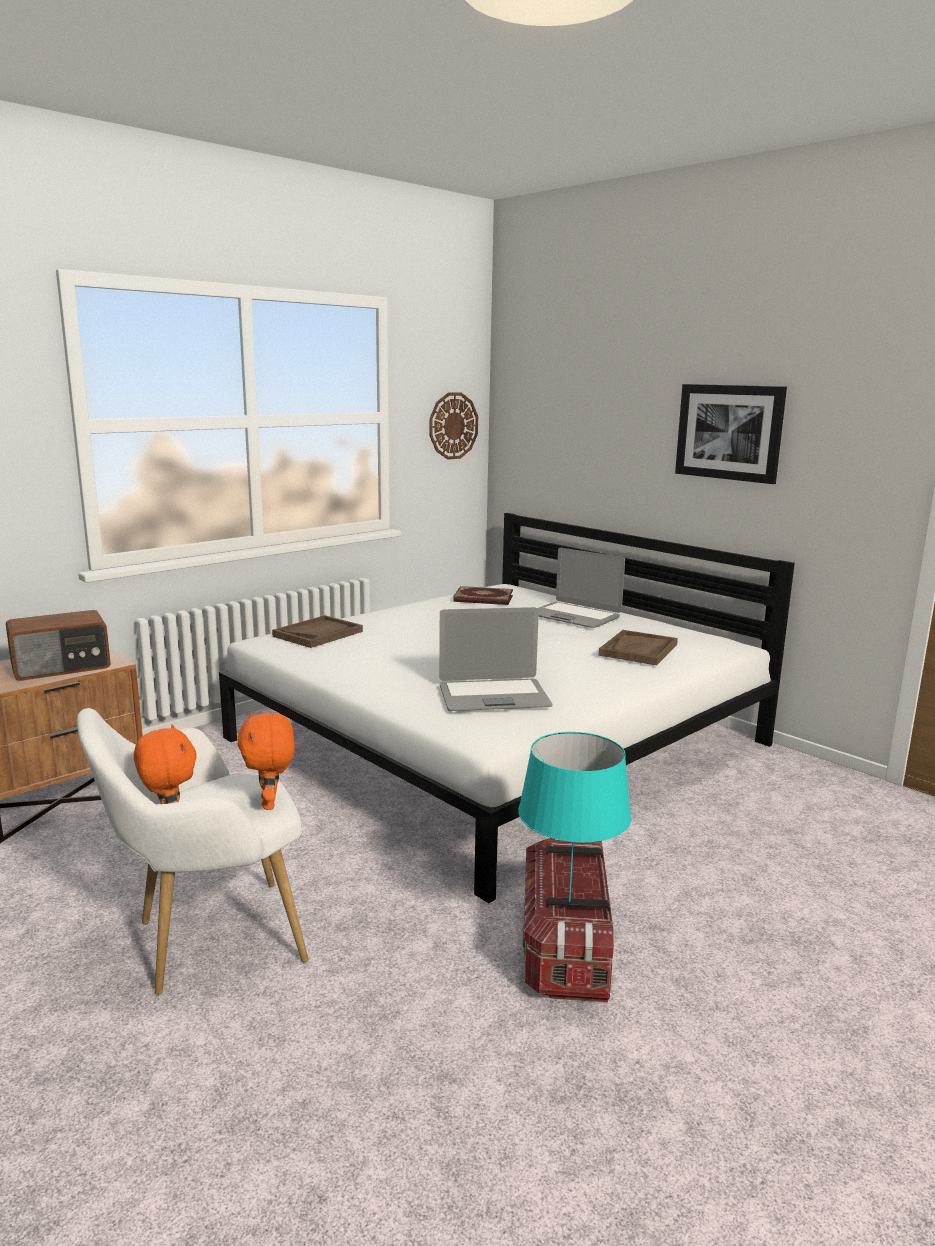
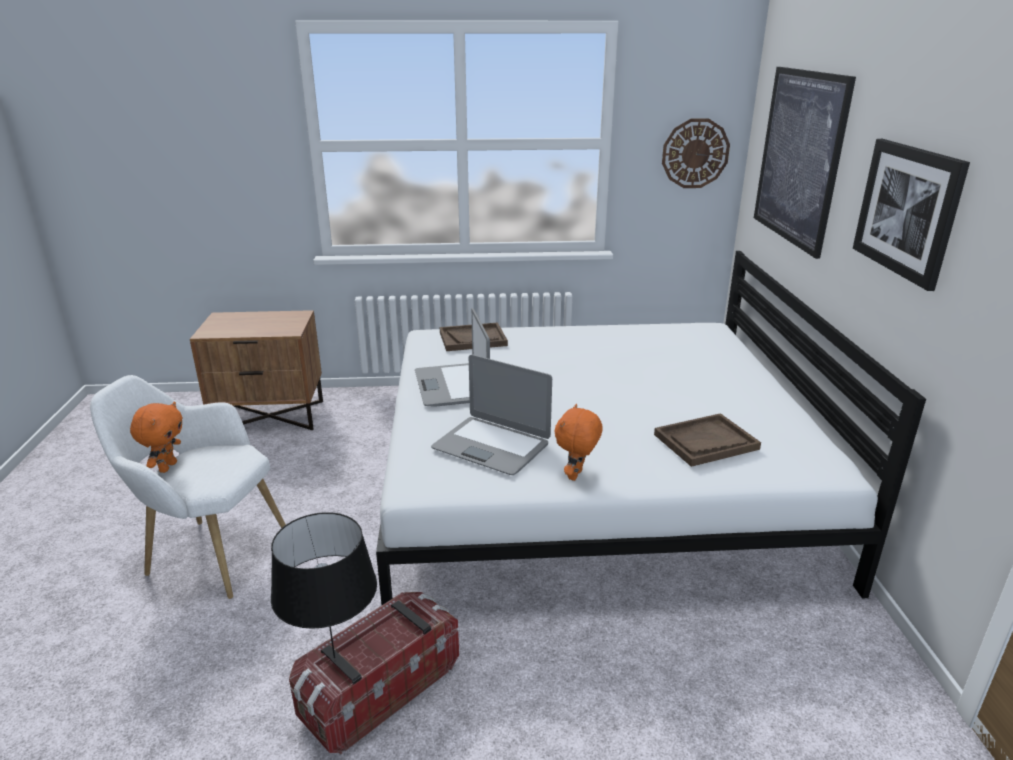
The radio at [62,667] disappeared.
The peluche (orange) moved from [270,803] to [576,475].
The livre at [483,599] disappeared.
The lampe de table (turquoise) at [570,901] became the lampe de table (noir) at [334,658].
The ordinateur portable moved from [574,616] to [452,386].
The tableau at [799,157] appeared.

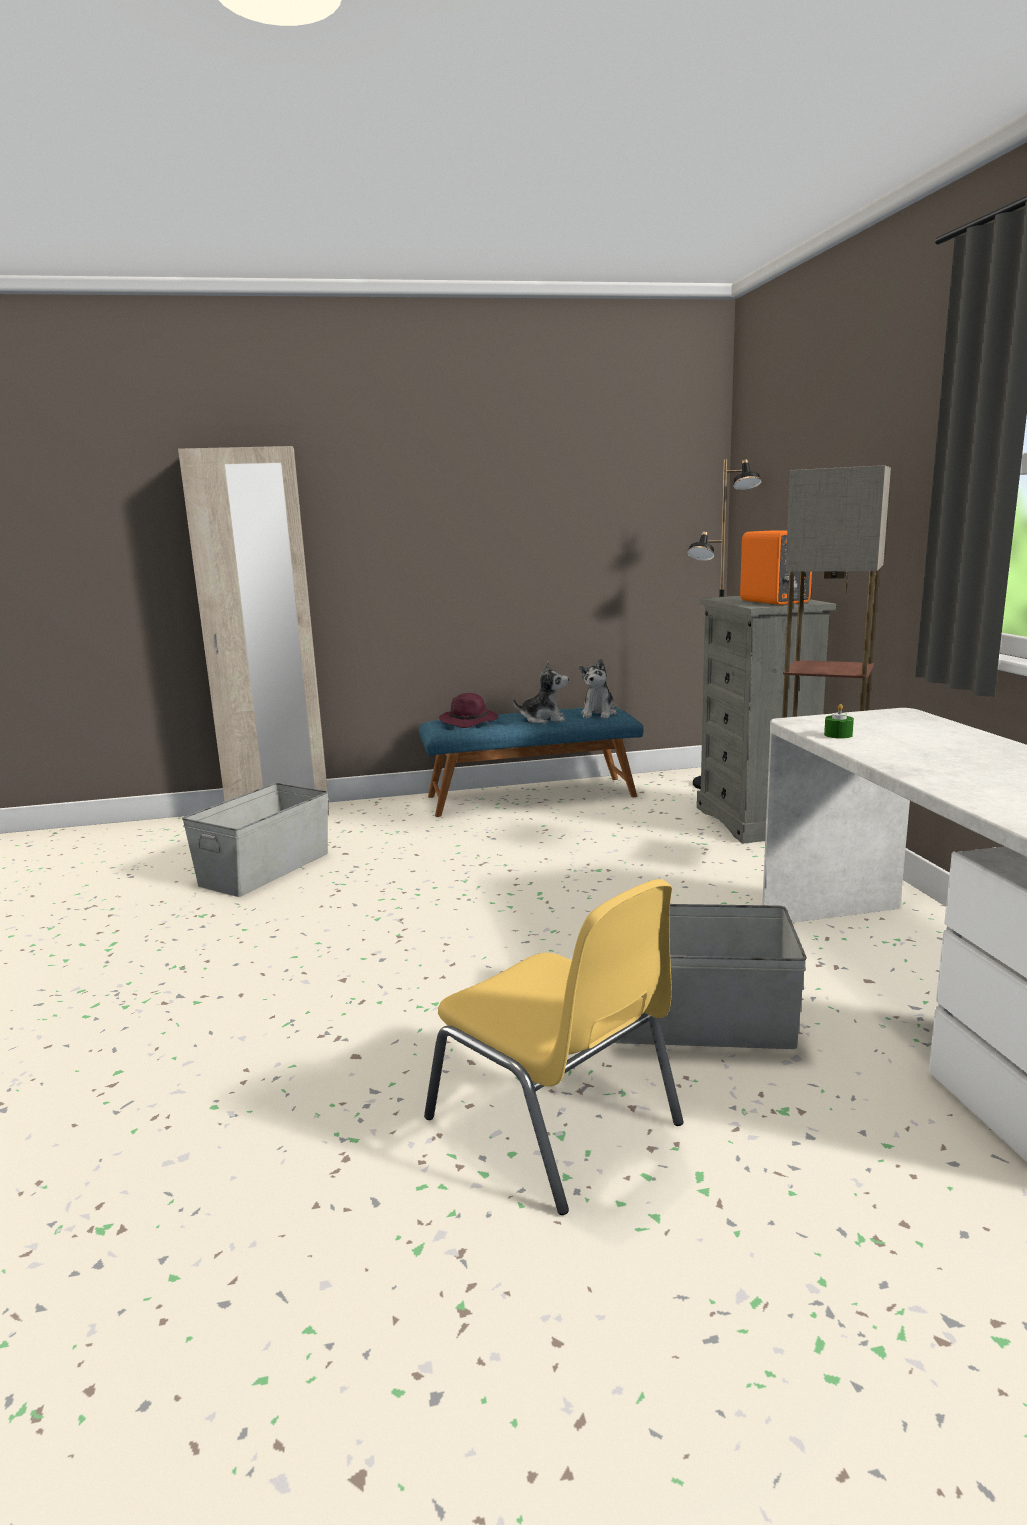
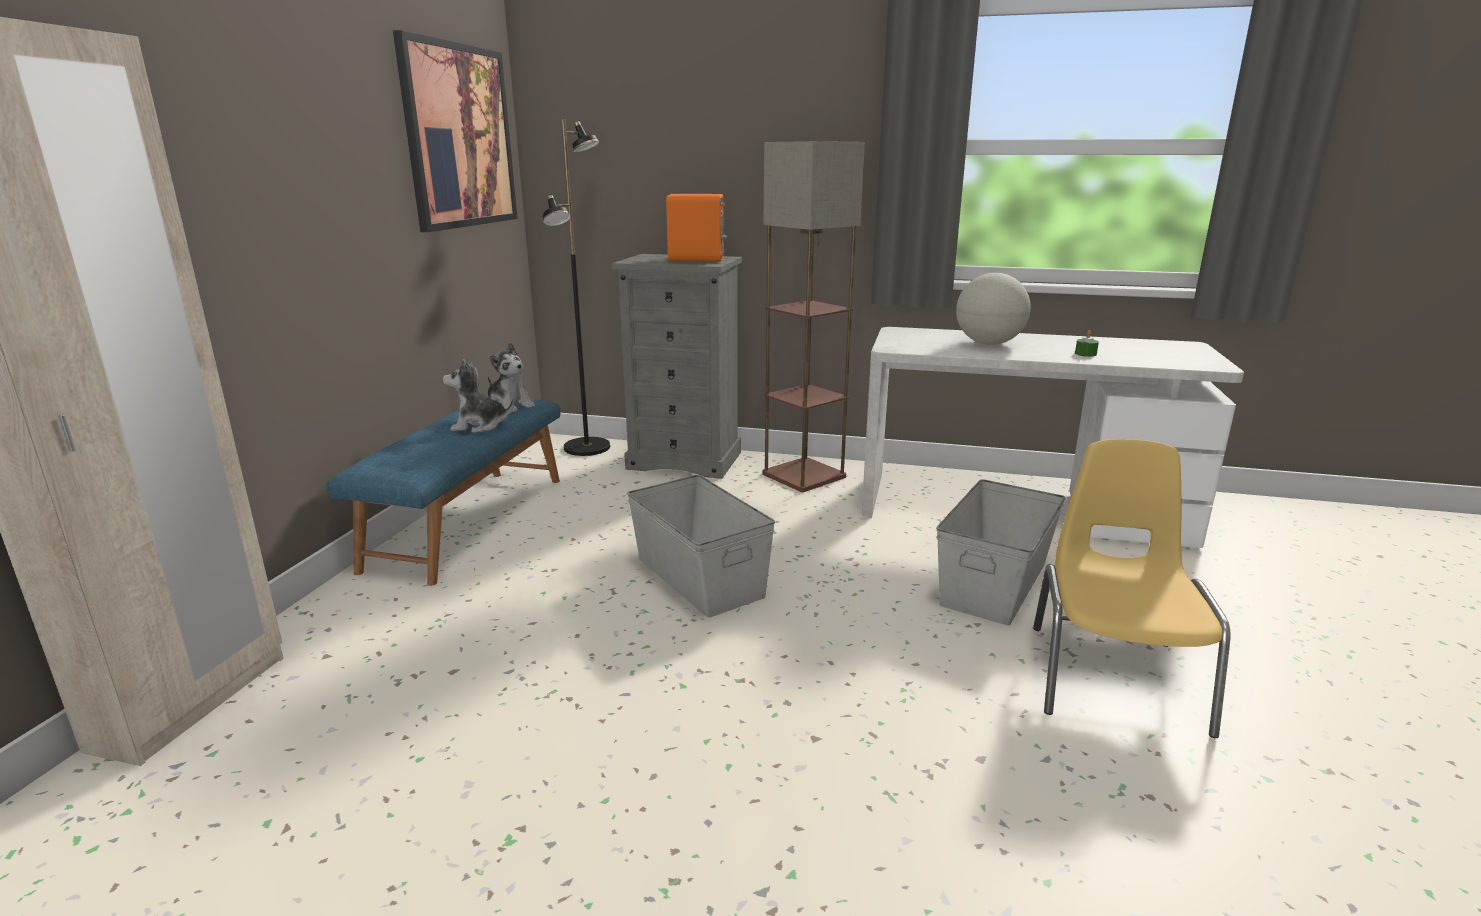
The boîte de rangement (gris) moved from [266,868] to [700,576].
The chaise (jaune) at [557,1122] turned 60 degrees counterclockwise.
The chapeau (violet) at [469,721] disappeared.
The peluche at [543,719] turned 120 degrees counterclockwise.
The bougie (vert) moved from [838,735] to [1085,354].
The tableau at [459,137] appeared.
The globe at [989,344] appeared.

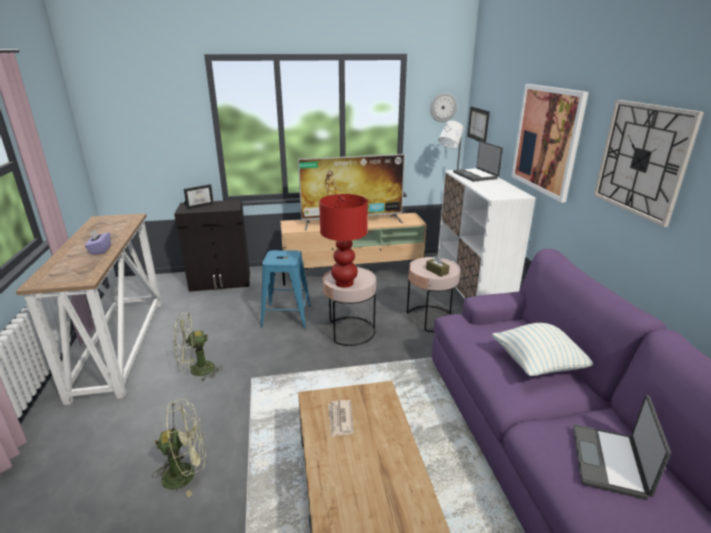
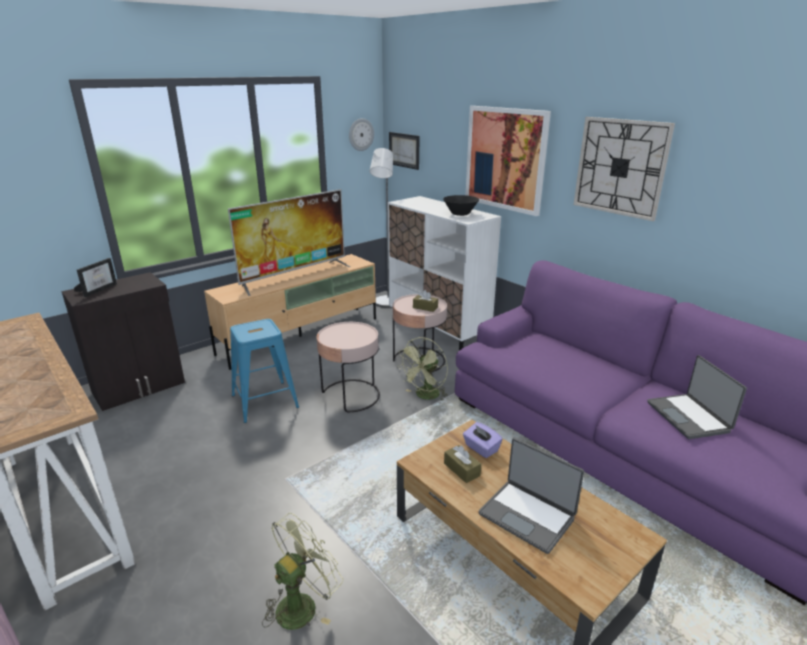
The boîte à mouchoirs (violet) moved from [100,250] to [481,448].
The ventilateur (vert) moved from [196,371] to [425,396].
The lampe de table (rouge) at [344,283] disappeared.
The journal at [340,419] was replaced by the boîte à mouchoirs (marron) at [461,469].
The ordinateur portable moved from [476,175] to [527,515].
The coussin at [538,365] disappeared.
The bol (noir) at [460,214] appeared.

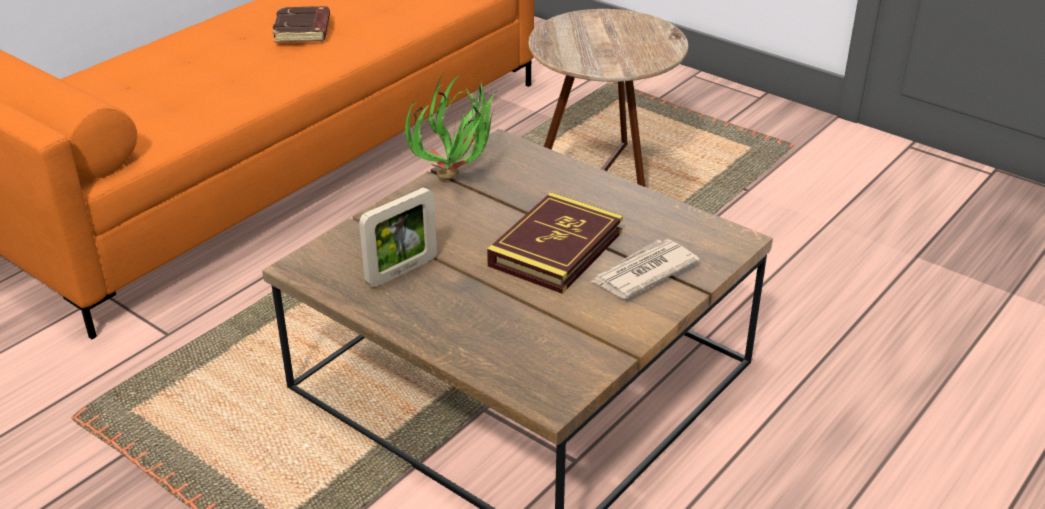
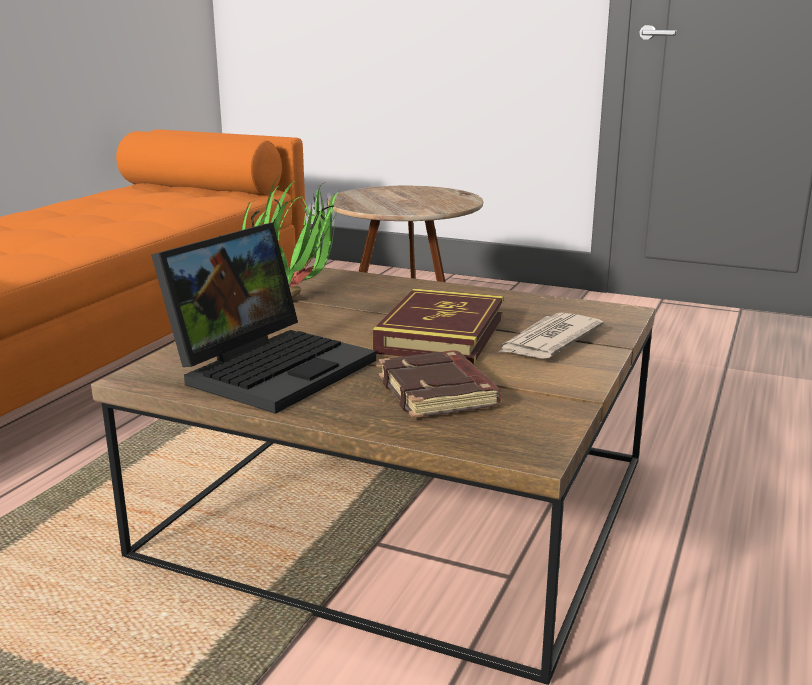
The livre (marron) moved from [303,30] to [439,393].
The cadre photo at [401,271] was replaced by the ordinateur portable at [272,367].

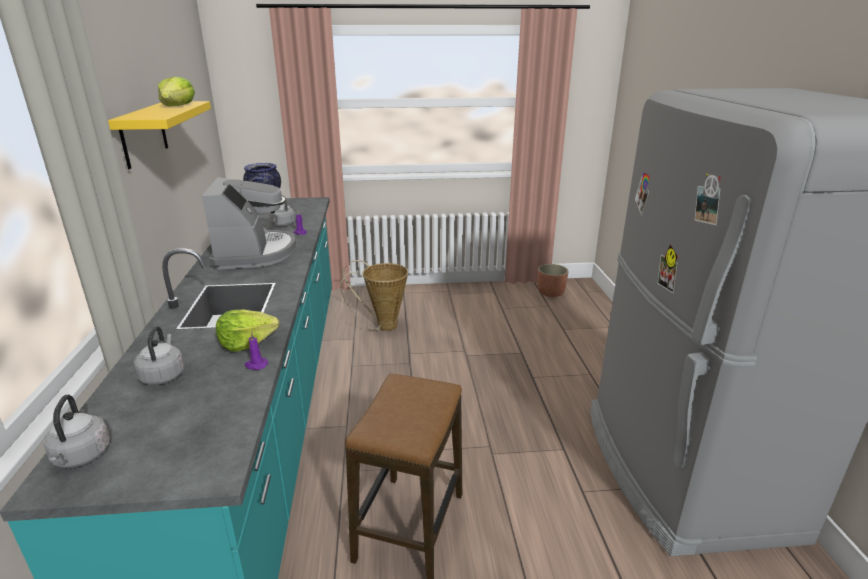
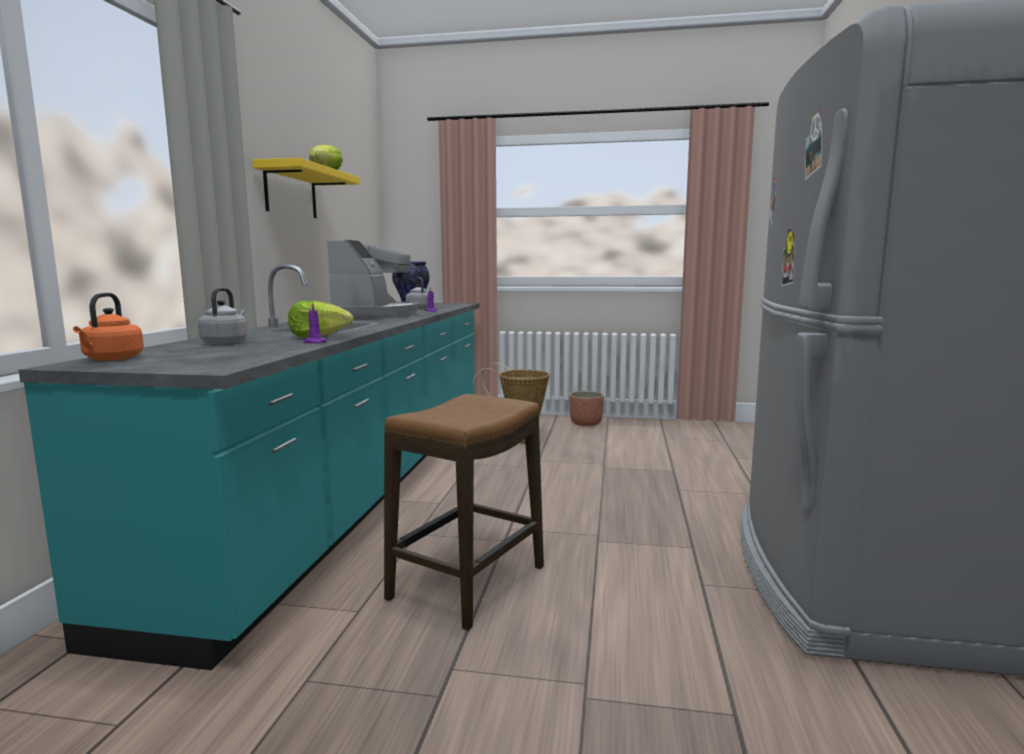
The bouilloire (gris) at [81,457] became the bouilloire (orange) at [111,359].
The cache-pot moved from [551,293] to [586,423].

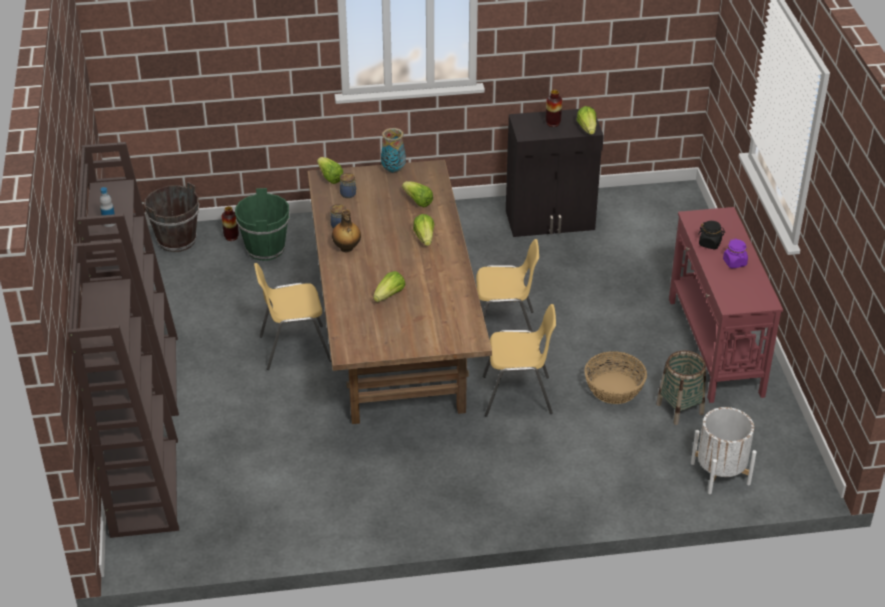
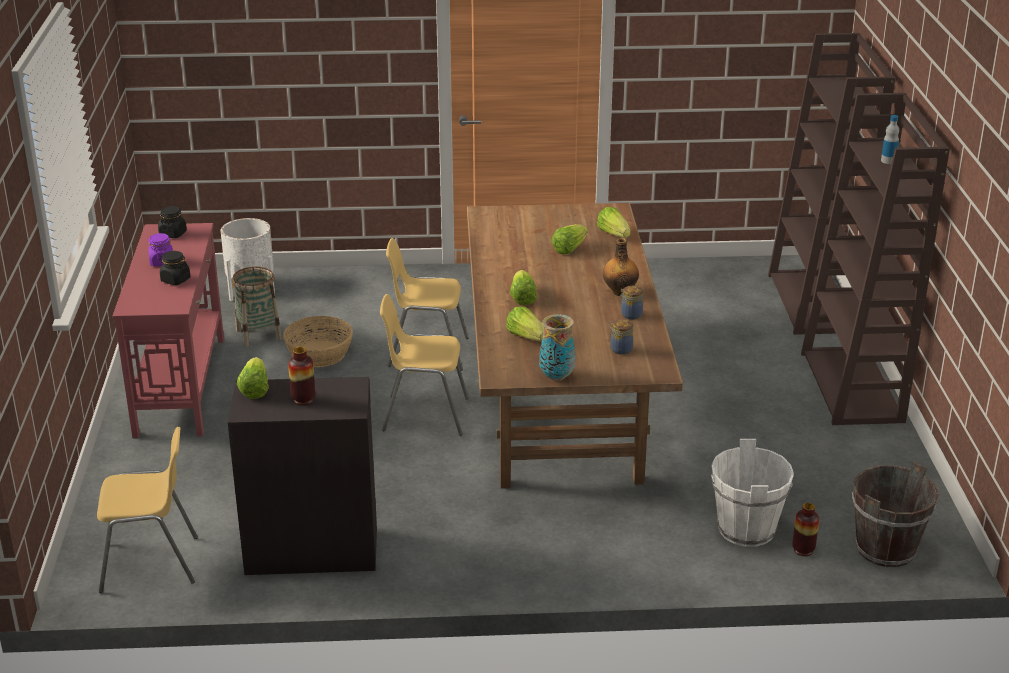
The seau (vert) at [266,249] became the seau (blanc) at [746,529].
The chaise (jaune) moved from [294,348] to [151,564].
The laitue moved from [330,177] to [614,234].
The bocal (noir) at [173,234] appeared.

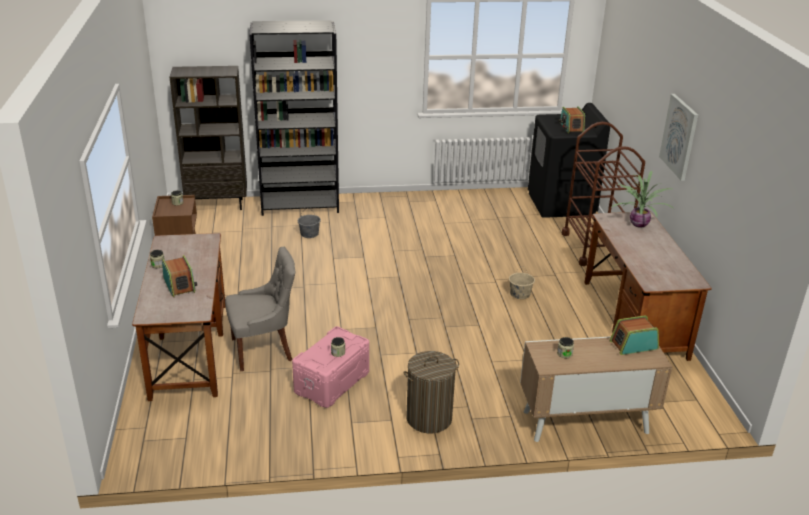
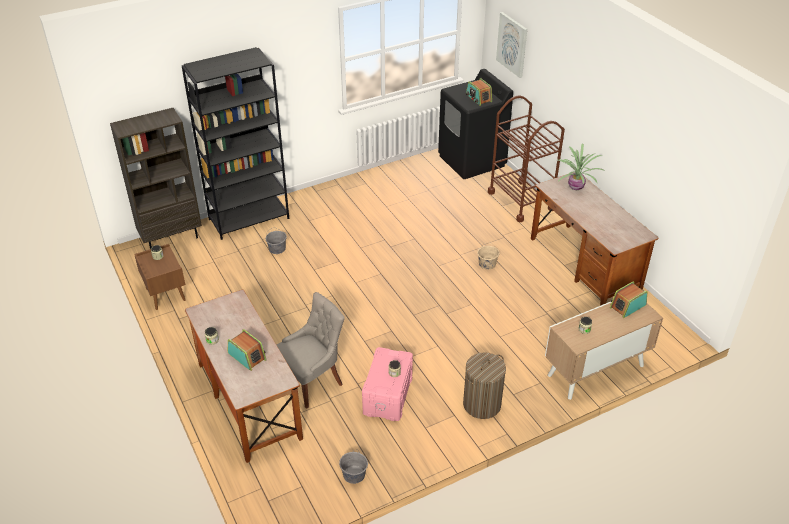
The tableau moved from [679,136] to [512,44].
The seau (gris) at [354,475] appeared.

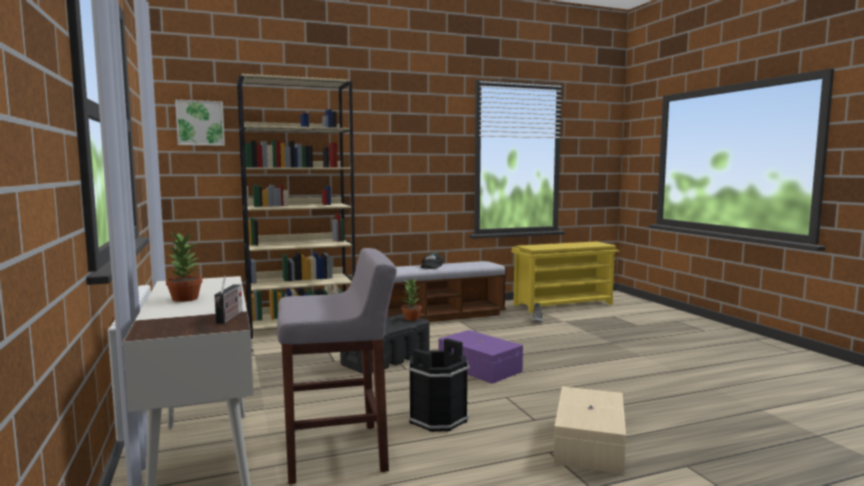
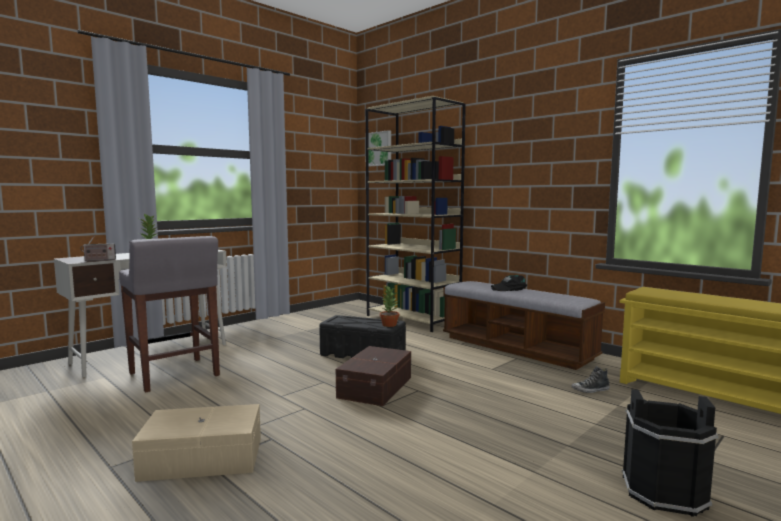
The seau (noir) moved from [438,418] to [664,492].
The boîte de rangement (violet) at [479,367] became the boîte de rangement (marron) at [377,387].

